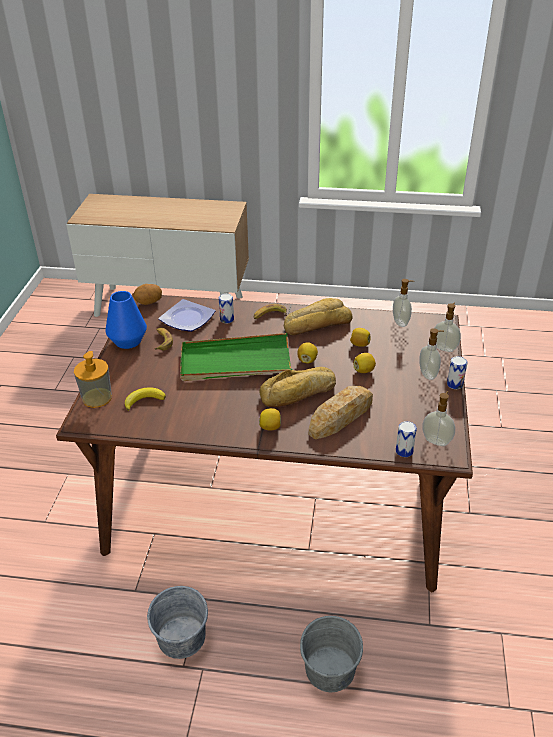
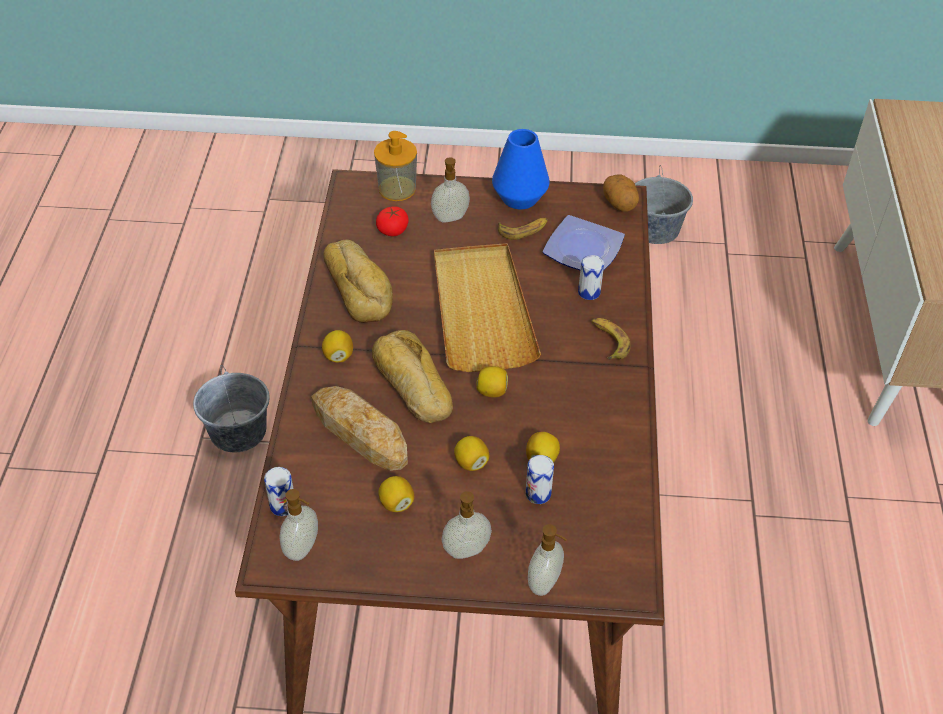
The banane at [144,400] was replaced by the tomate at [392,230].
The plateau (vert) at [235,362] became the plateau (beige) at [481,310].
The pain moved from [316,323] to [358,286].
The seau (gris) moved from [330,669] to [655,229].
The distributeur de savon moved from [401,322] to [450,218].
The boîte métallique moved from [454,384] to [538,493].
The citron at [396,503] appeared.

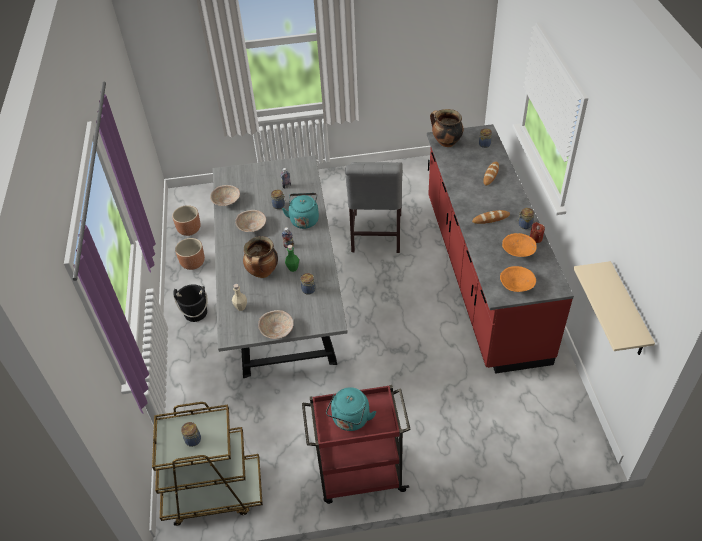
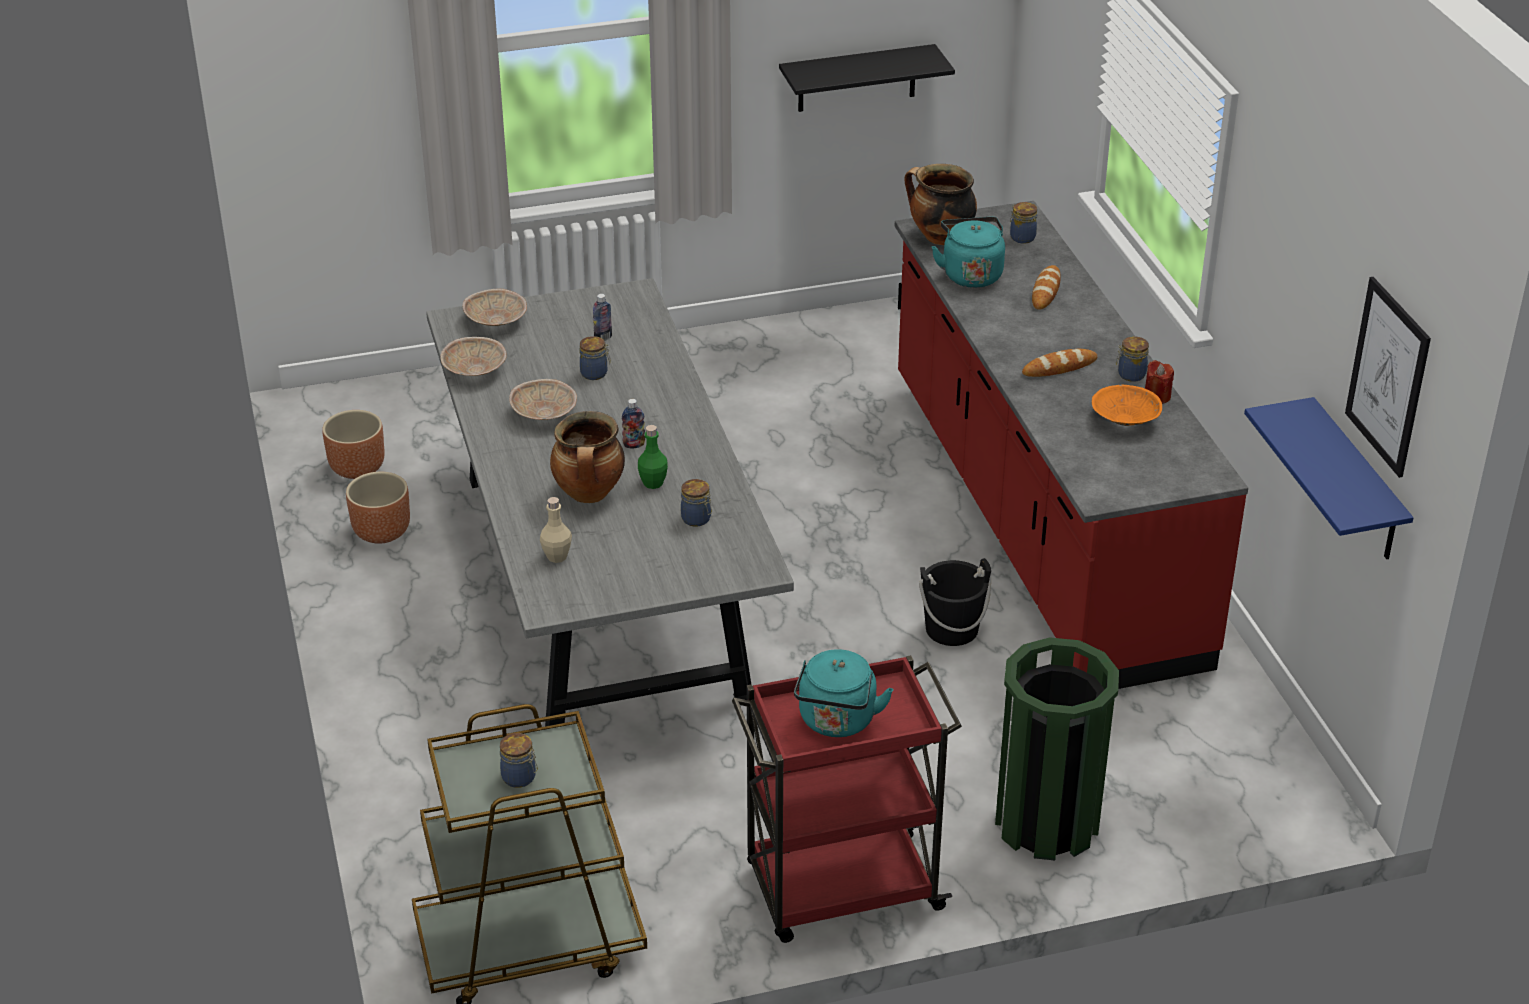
The seau (noir) moved from [195,313] to [951,629].
The bol (beige) moved from [277,330] to [496,322].
The bouilloire (turquoise) moved from [304,219] to [970,274].
The chaise (gris) at [375,236] disappeared.
The bol (orange) at [517,285] disappeared.
The étagère (beige) at [627,311] became the étagère (bleu) at [1356,483].
The étagère (noir) at [857,78] appeared.
The poubelle (vert) at [1047,823] appeared.
The tableau at [1388,376] appeared.

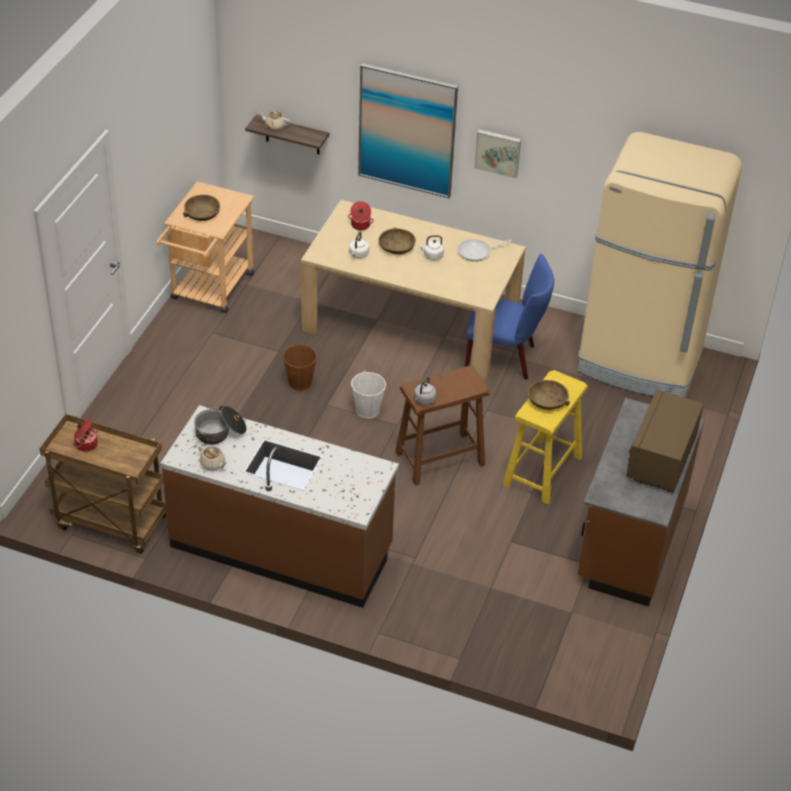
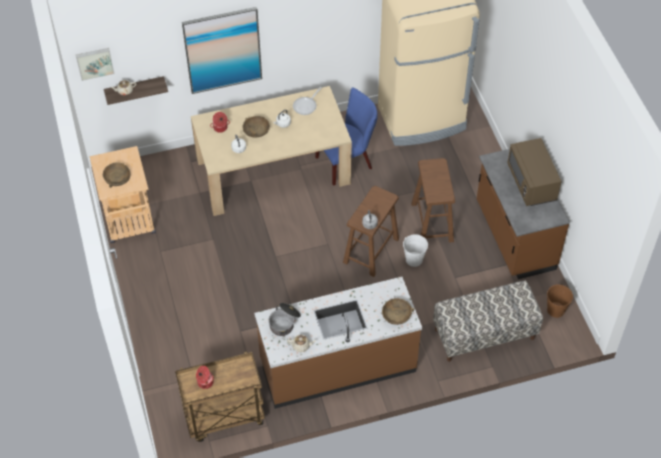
The seau (marron) moved from [299,382] to [555,310].
The seau (blanc) moved from [368,410] to [414,259].
The tableau moved from [498,152] to [94,63].
The tabouret (jaune) at [542,471] became the tabouret (marron) at [432,223].
The bol (marron) moved from [547,400] to [397,314].
The banc at [484,334] appeared.

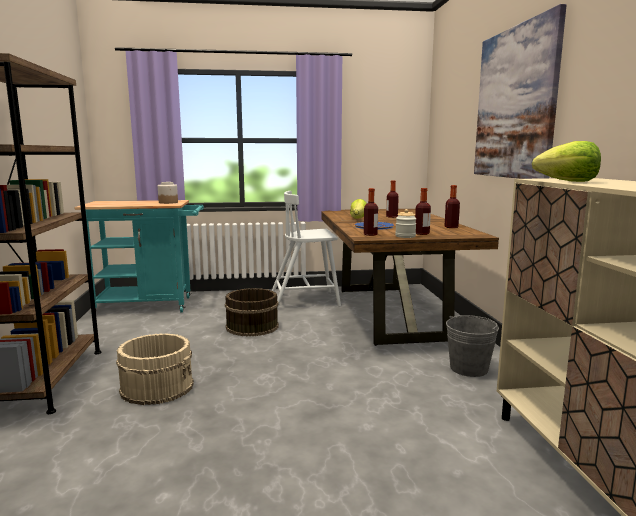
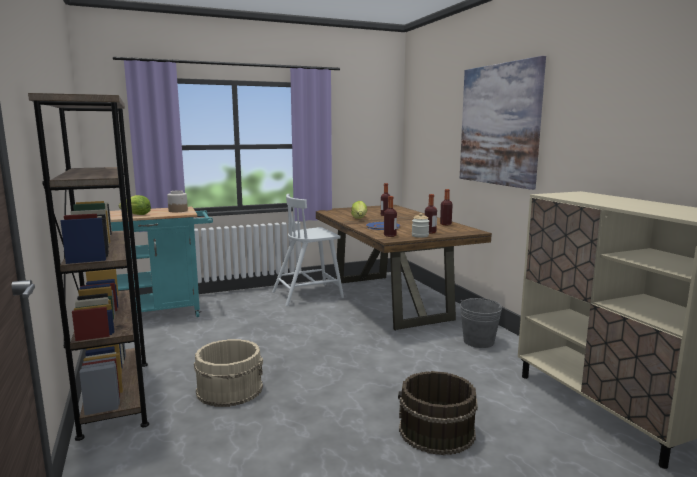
The seau (marron) moved from [251,327] to [436,432].
The laitue moved from [568,181] to [136,214].

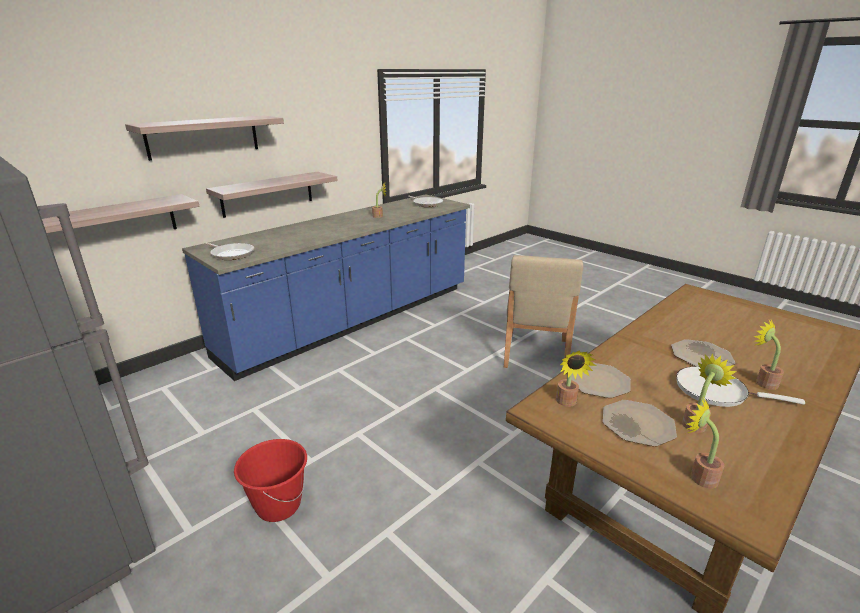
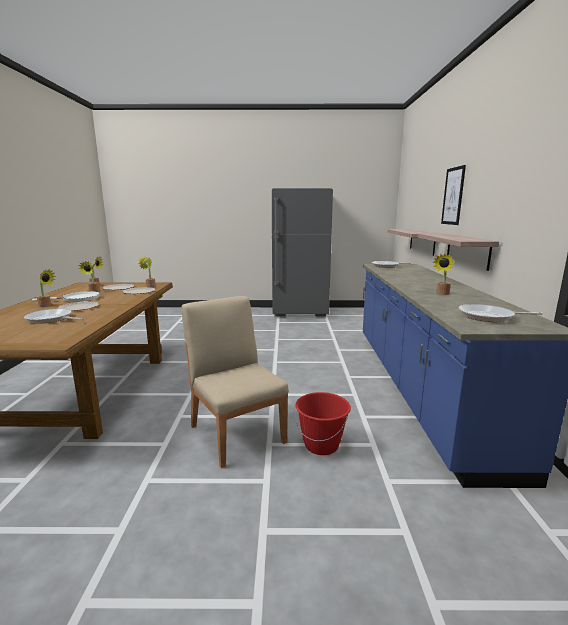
The étagère at [203,137] was replaced by the tableau at [453,196].
The seau (rouge) moved from [278,505] to [321,445].
The poêle at [51,319] appeared.

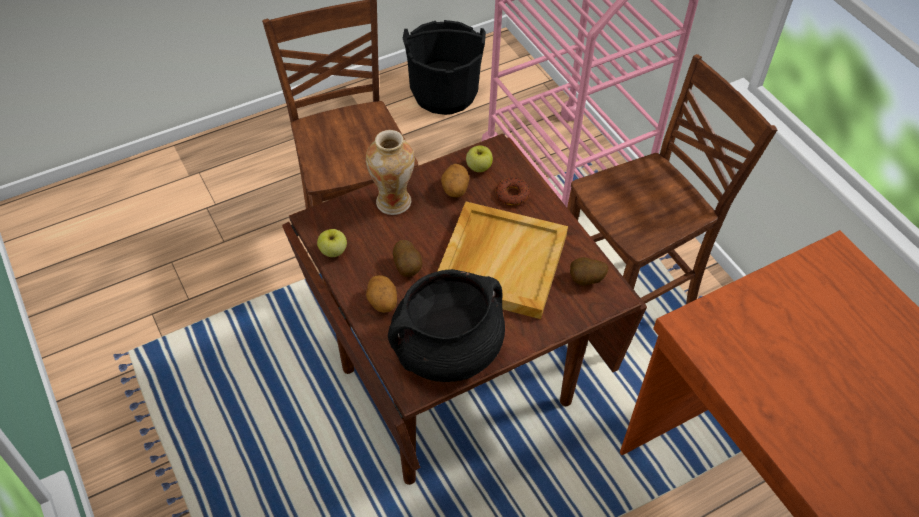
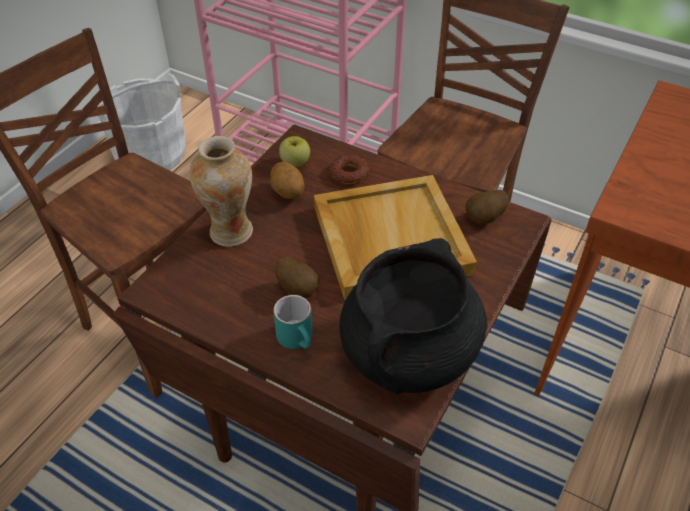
The pomme at [333,251] disappeared.
The pomme de terre at [382,303] was replaced by the mug (turquoise) at [299,339].
The seau (noir) at [444,93] became the seau (blanc) at [151,155].

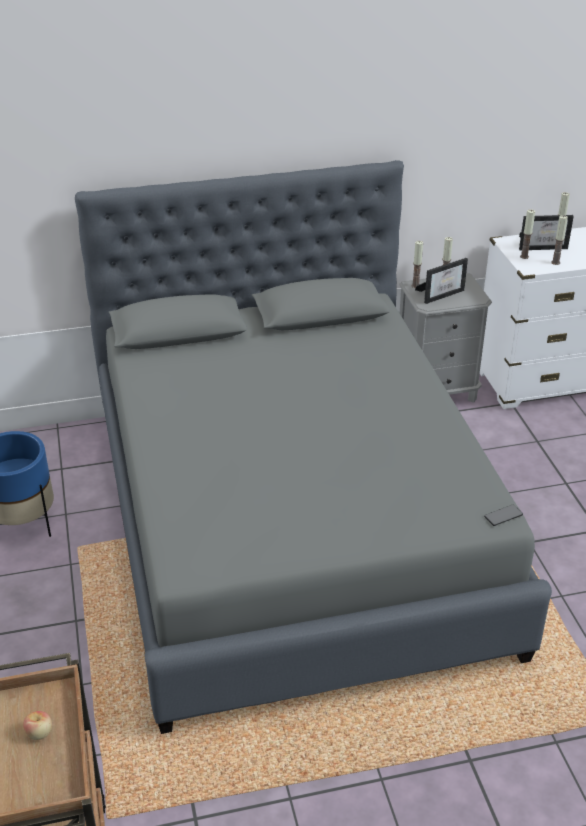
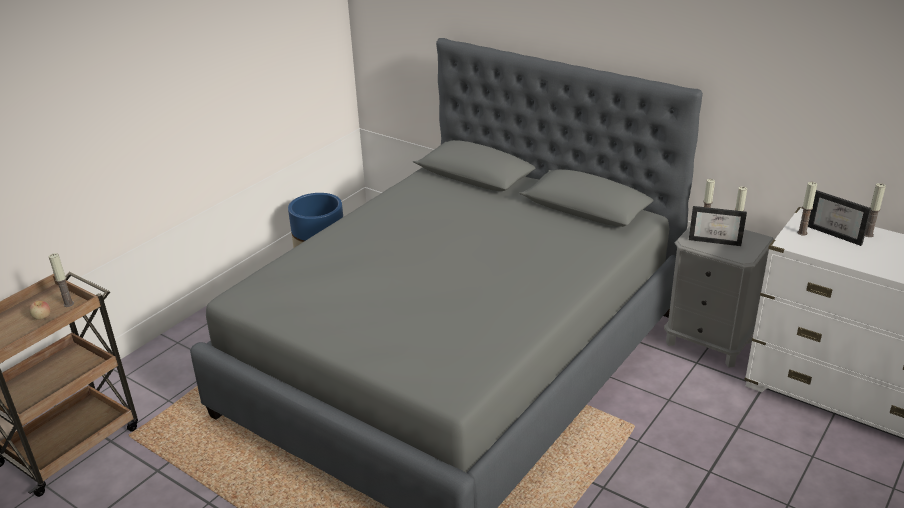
The téléphone at [503,516] disappeared.
The bougie moved from [555,262] to [68,304].

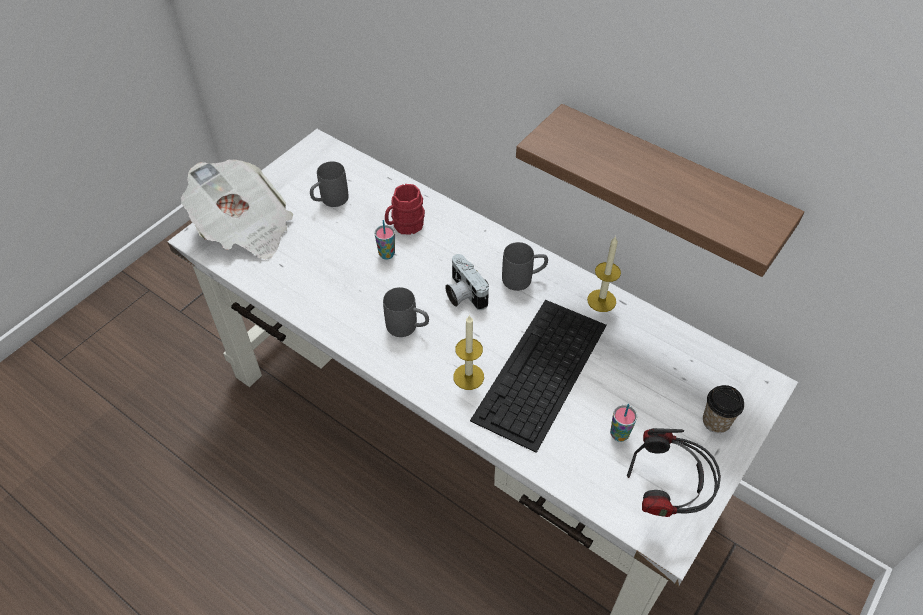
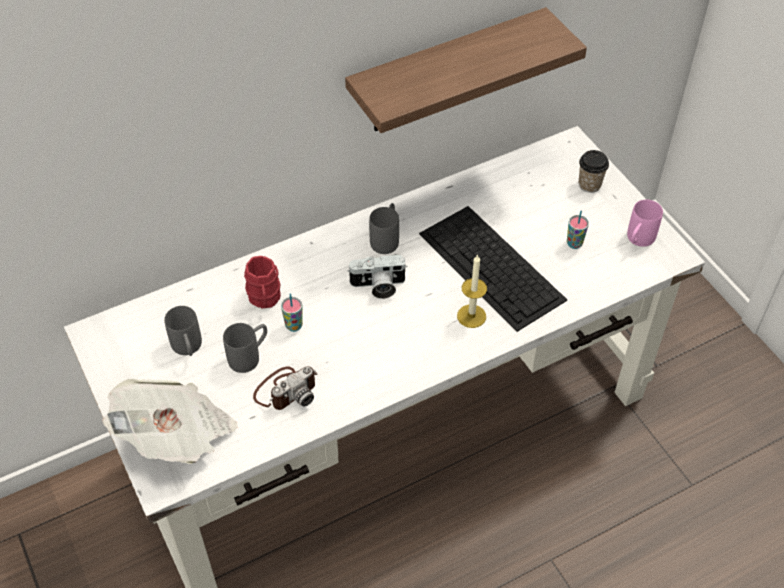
The mug (gris) moved from [408,327] to [250,356].
The bougie at [601,300] disappeared.
The casque audio at [666,496] was replaced by the mug (rose) at [638,240].
The appareil photo at [286,390] appeared.

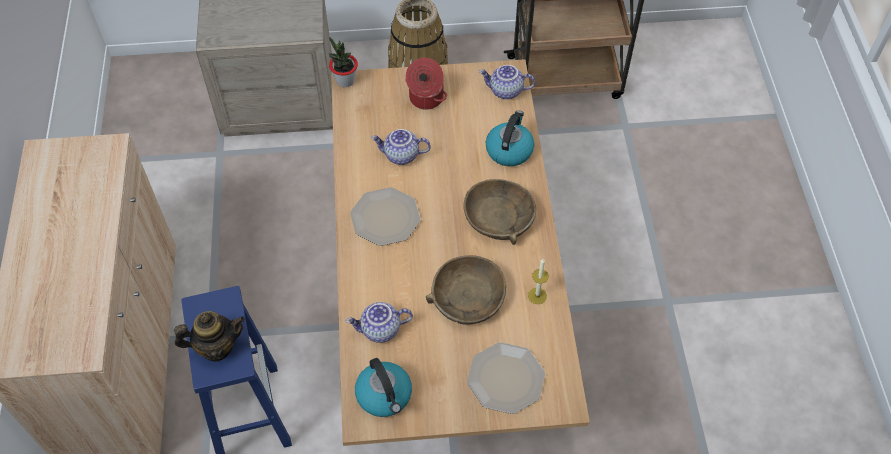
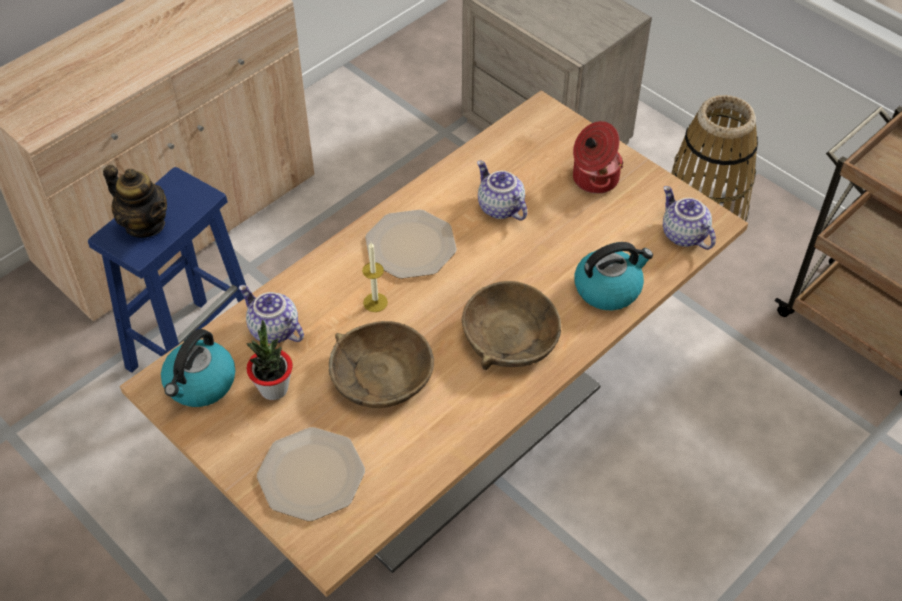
The plante en pot moved from [345,80] to [273,388].
The bougie moved from [537,296] to [375,302].

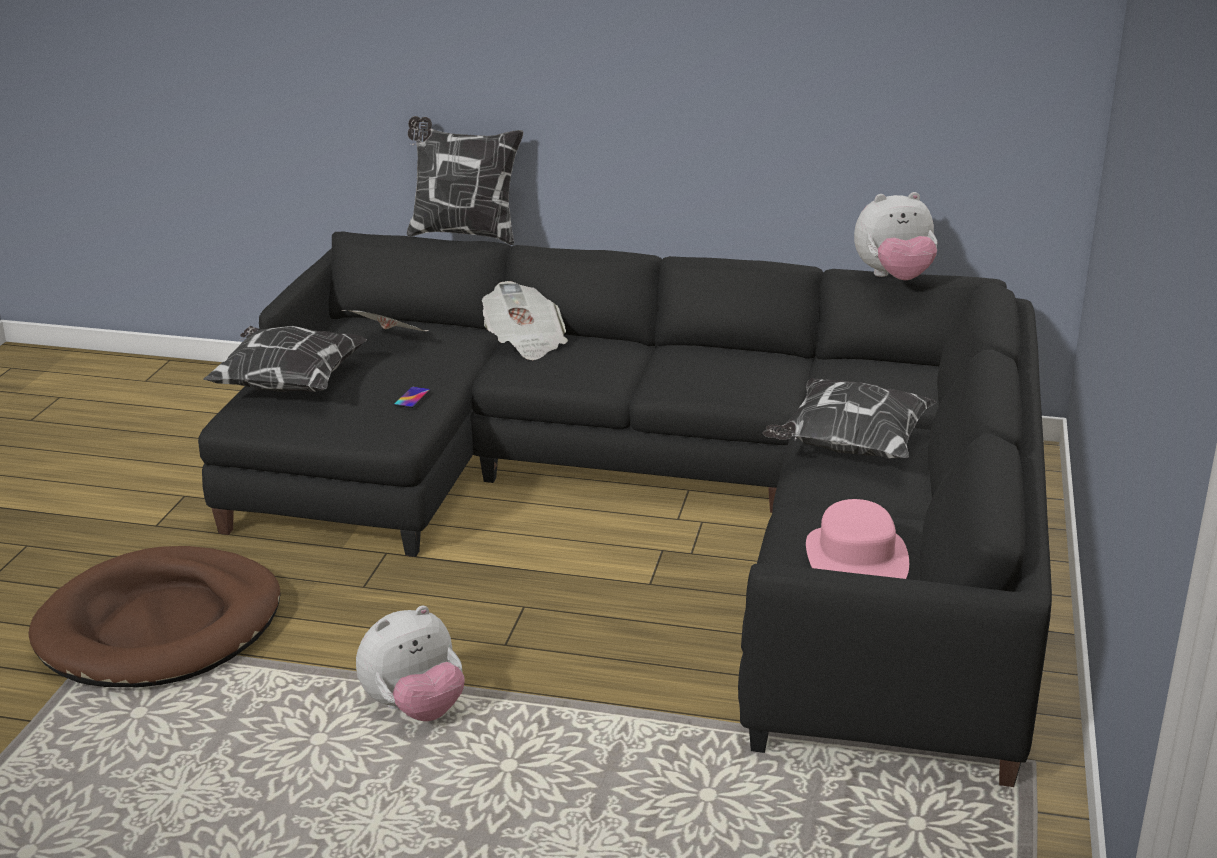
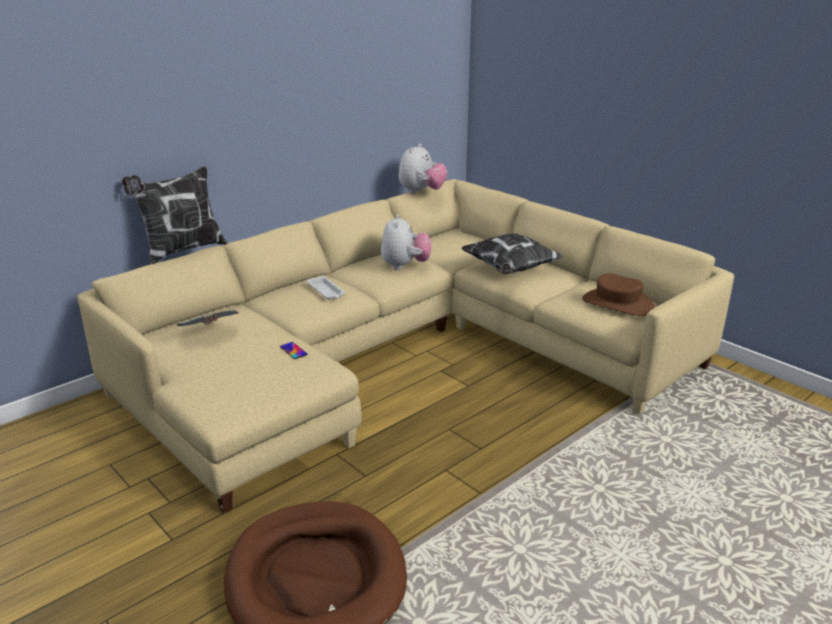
The canapé (noir) at [673,508] became the canapé (beige) at [404,352].
The coussin at [287,385] disappeared.
The peluche moved from [414,709] to [405,266].
The journal at [525,342] disappeared.
The chapeau (rose) at [855,561] became the chapeau (marron) at [617,304].
The plateau (blanc) at [326,291] appeared.

